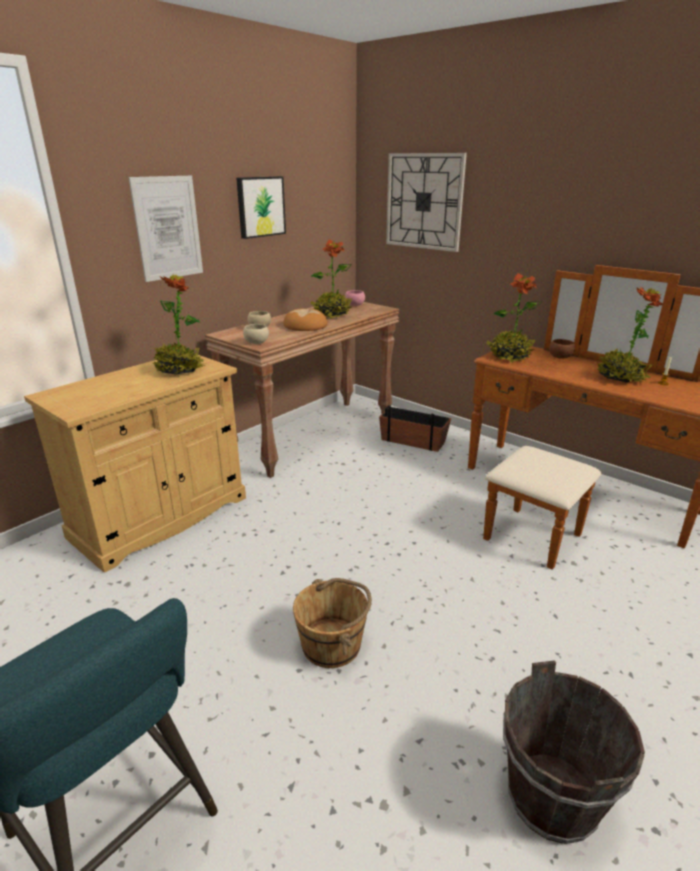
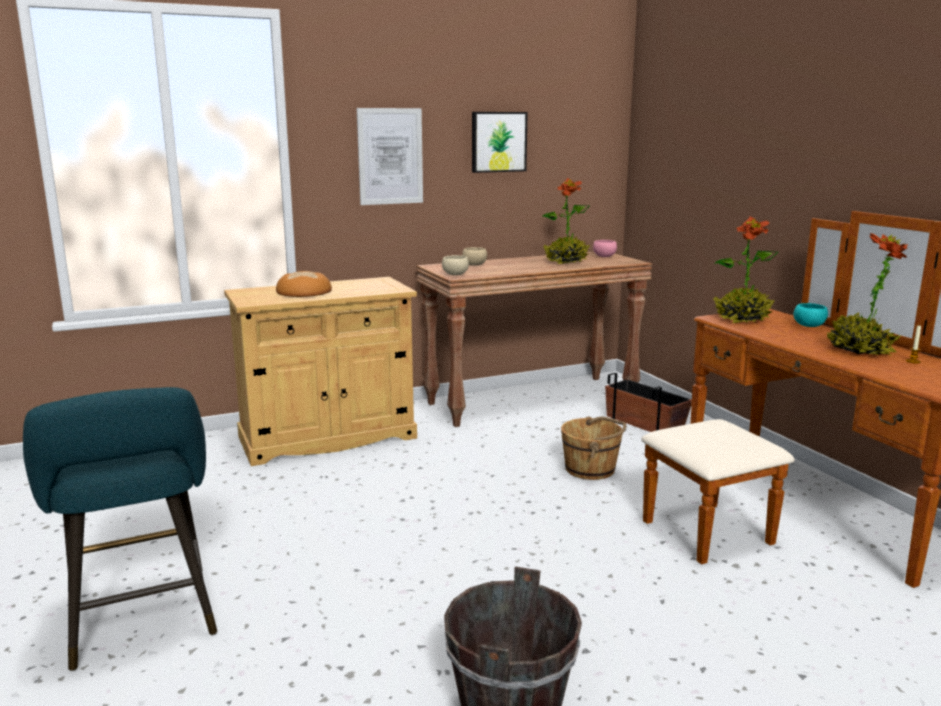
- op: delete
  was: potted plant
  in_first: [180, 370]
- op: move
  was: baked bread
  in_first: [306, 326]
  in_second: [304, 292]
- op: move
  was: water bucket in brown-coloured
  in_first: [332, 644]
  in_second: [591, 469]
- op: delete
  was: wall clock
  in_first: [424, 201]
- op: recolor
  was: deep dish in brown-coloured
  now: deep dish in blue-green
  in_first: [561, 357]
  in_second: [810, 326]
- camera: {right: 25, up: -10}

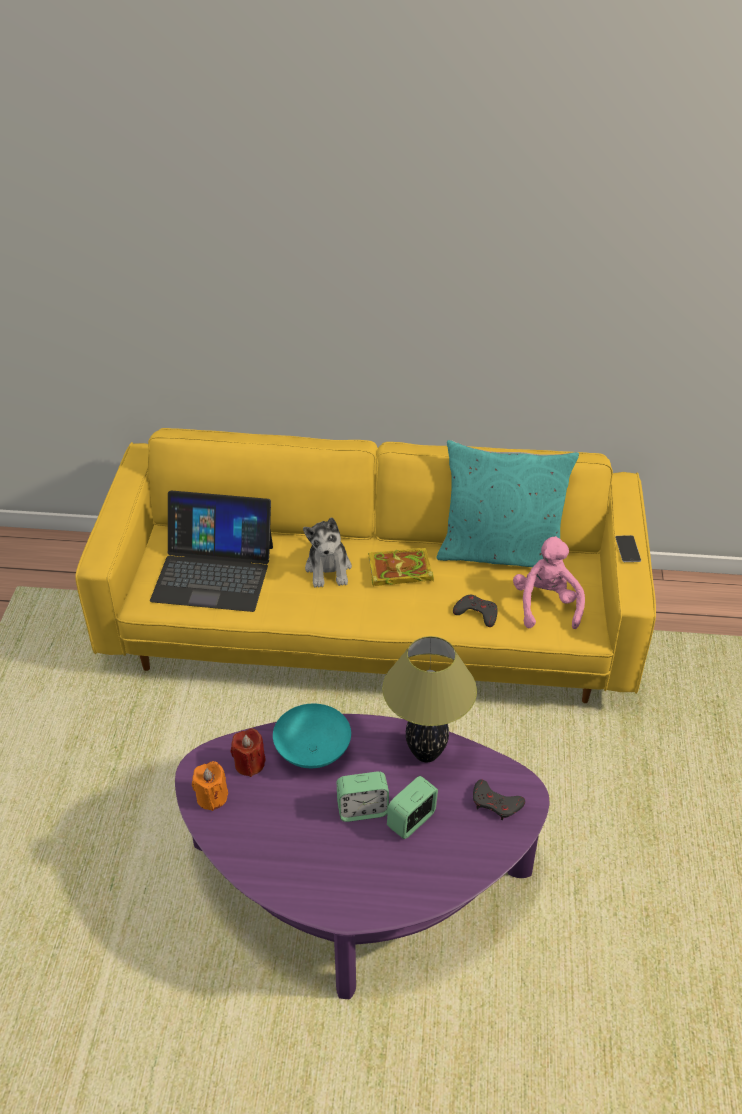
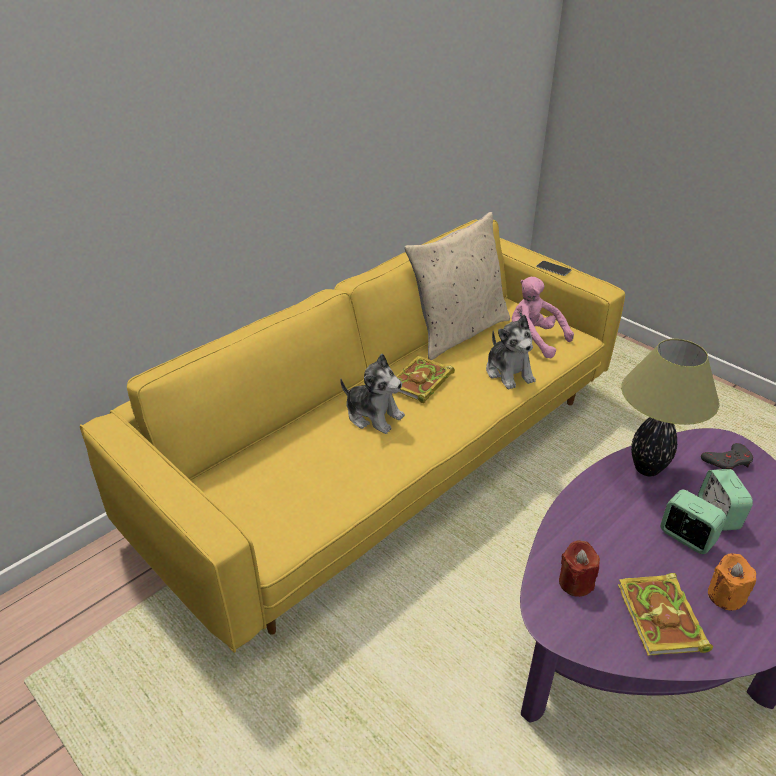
- op: delete
  was: laptop
  in_first: [213, 572]
- op: move
  was: wax light in orange
  in_first: [212, 797]
  in_second: [725, 596]
- op: delete
  was: deep dish in blue-green
  in_first: [311, 751]
- op: rotate
  was: alarm clock
  in_first: [362, 810]
  in_second: [686, 537]
  clockwise: -75
- op: recolor
  was: throw pillow in blue-green
  now: throw pillow in beige
  in_first: [501, 552]
  in_second: [457, 331]
- op: replace
  was: joypad in gray
  now: soft toy
  in_first: [476, 613]
  in_second: [509, 372]
- op: insert
  now: book
  in_second: [662, 619]
- camera: {right: -50, up: -5}

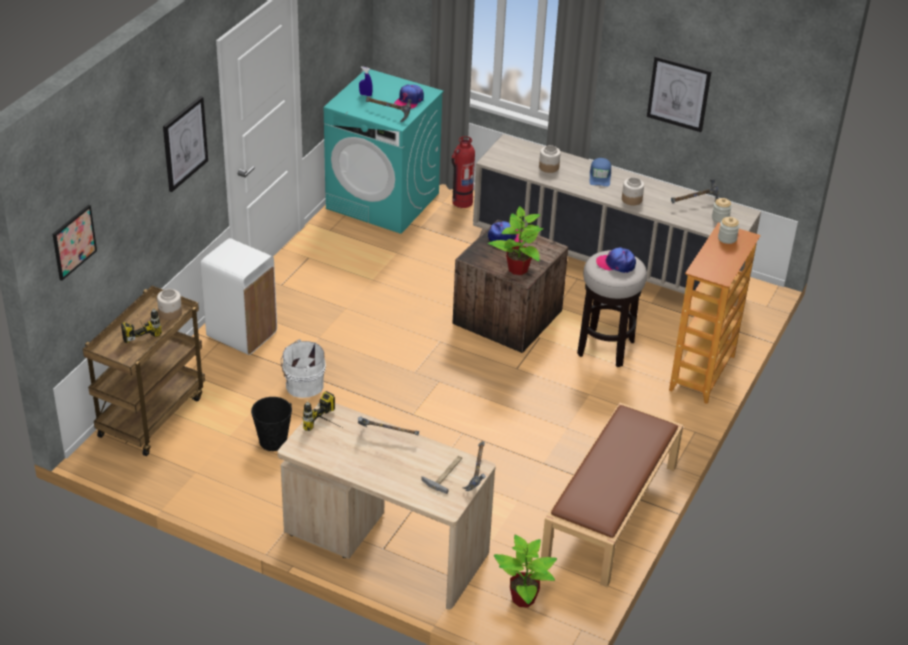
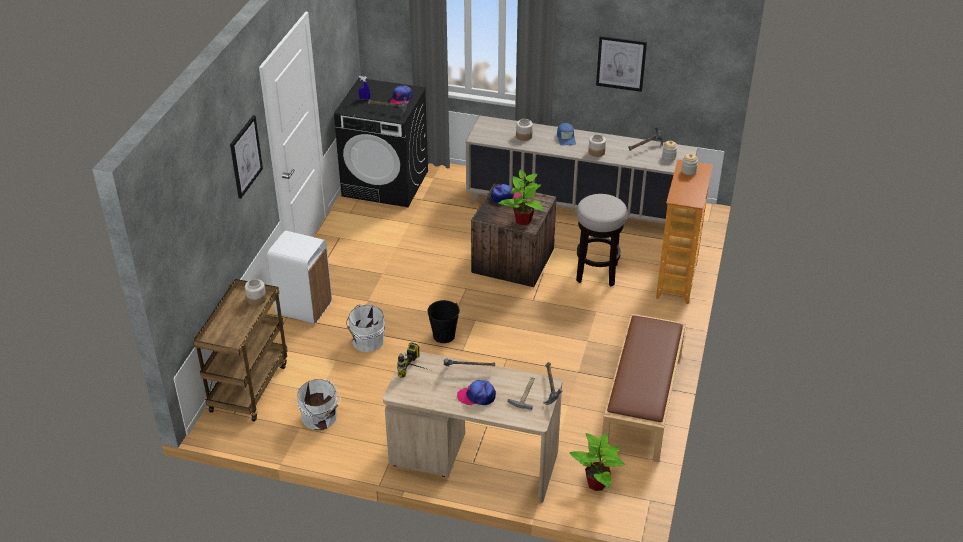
- op: delete
  was: wall picture
  in_first: [74, 242]
- op: delete
  was: drill
  in_first: [139, 330]
- op: move
  was: water bucket in black
  in_first: [273, 441]
  in_second: [443, 335]
- op: recolor
  was: washing machine in blue-green
  now: washing machine in black
  in_first: [383, 201]
  in_second: [386, 183]
- op: delete
  was: extinguisher
  in_first: [461, 202]
- op: move
  was: baseball cap
  in_first: [616, 264]
  in_second: [477, 396]
- op: insert
  now: water bucket in whitish
  in_second: [320, 418]
- camera: {right: -10, up: 0}

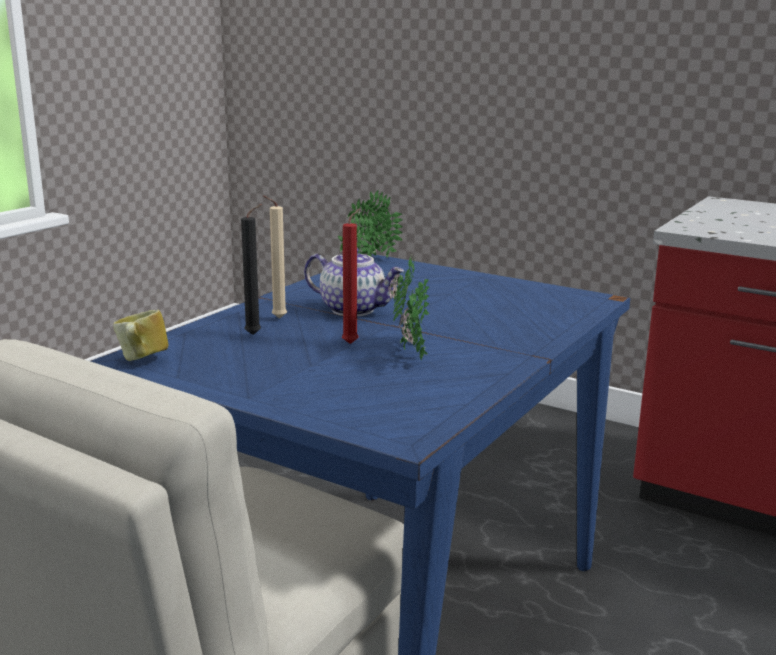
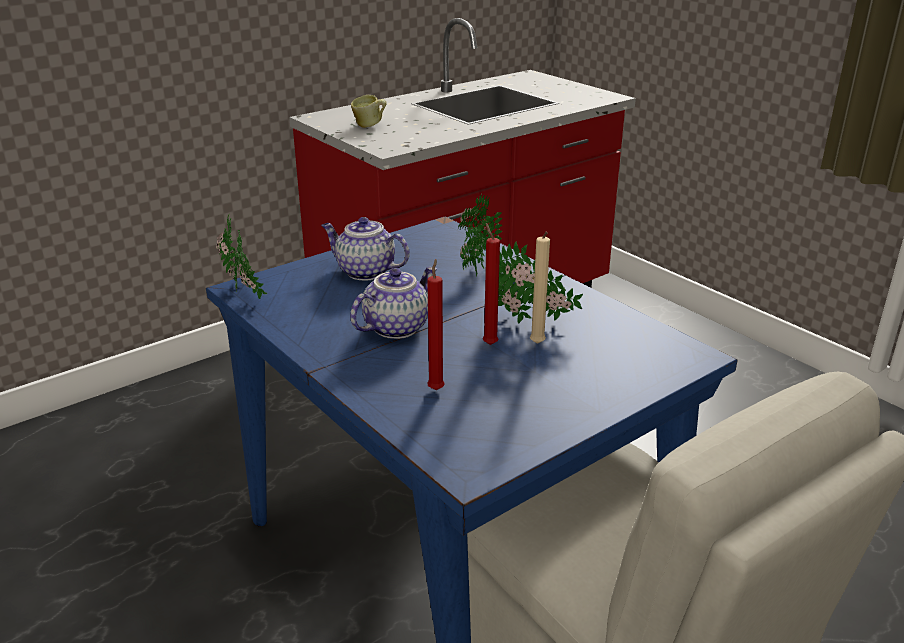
- op: move
  was: mug
  in_first: [140, 361]
  in_second: [370, 126]
- op: recolor
  was: wax light in black
  now: wax light in red
  in_first: [255, 334]
  in_second: [436, 388]
- op: move
  was: wax light in beige
  in_first: [276, 318]
  in_second: [537, 345]
- op: insert
  now: pot for tea
  in_second: [364, 271]
- op: insert
  now: potted plant
  in_second: [475, 271]
- camera: {right: -70, up: 10}

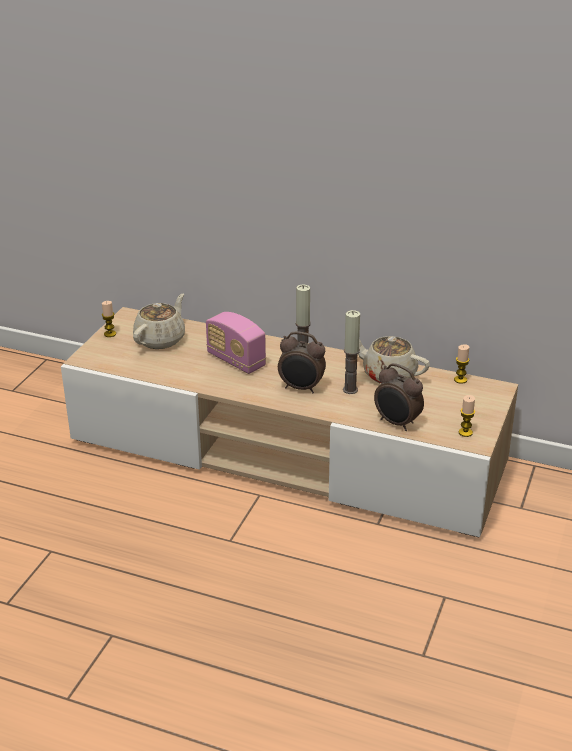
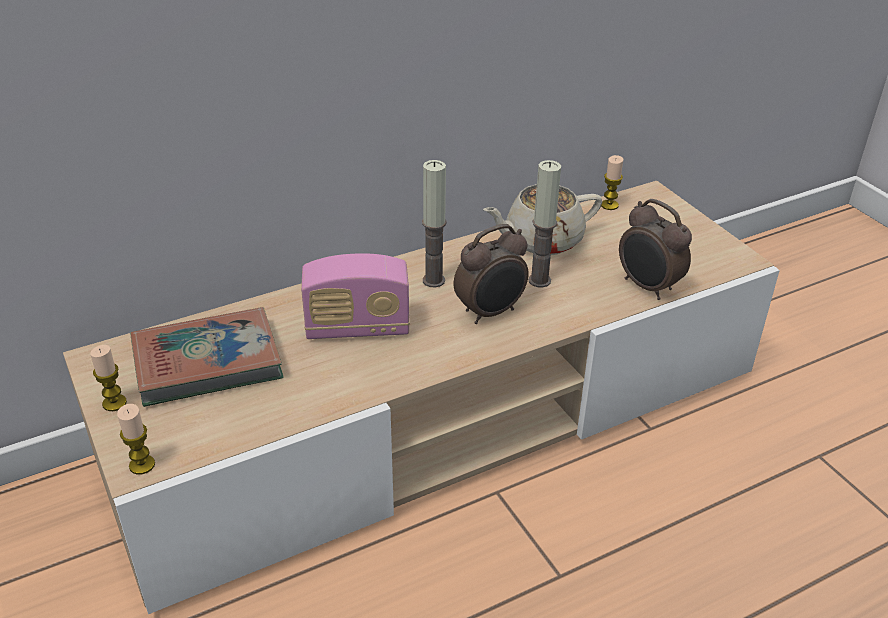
- op: replace
  was: pot for tea in beige
  now: book
  in_first: [161, 339]
  in_second: [207, 363]
- op: rotate
  was: alarm clock
  in_first: [397, 423]
  in_second: [647, 287]
  clockwise: 60
- op: move
  was: wax light
  in_first: [465, 432]
  in_second: [142, 465]
- camera: {right: -50, up: 5}

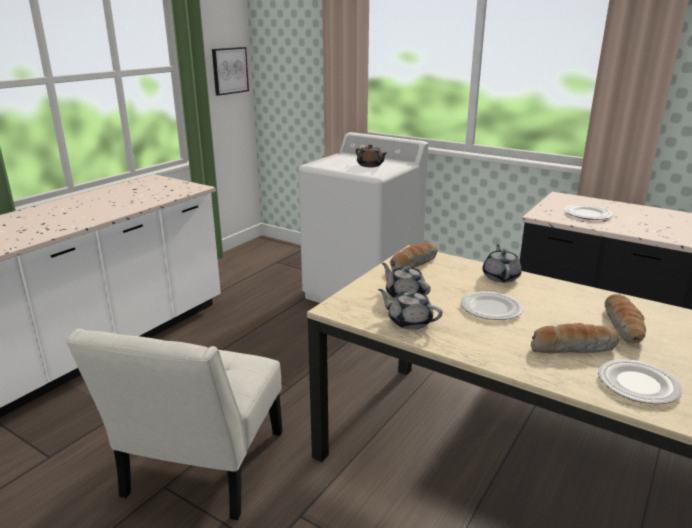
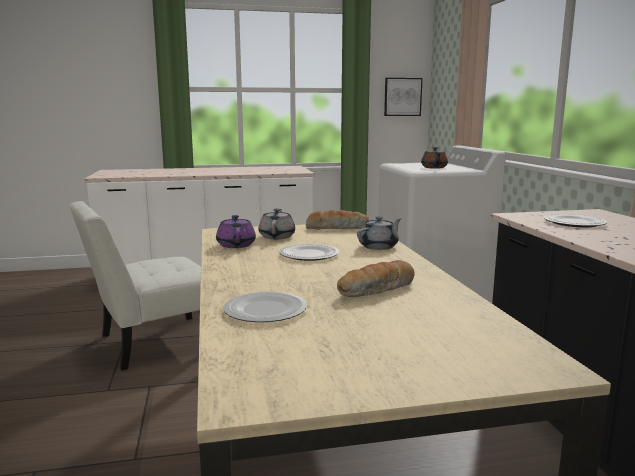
- op: recolor
  was: pot for tea in gray
  now: pot for tea in purple-coloured
  in_first: [409, 321]
  in_second: [236, 245]
- op: delete
  was: baked bread
  in_first: [572, 347]
- camera: {right: 45, up: -10}

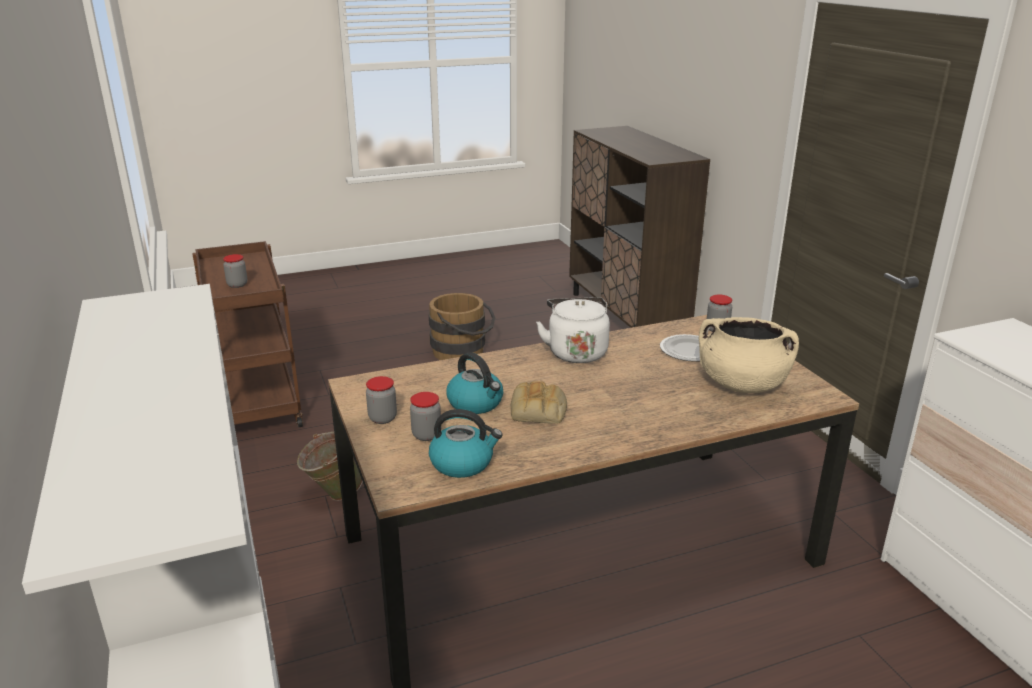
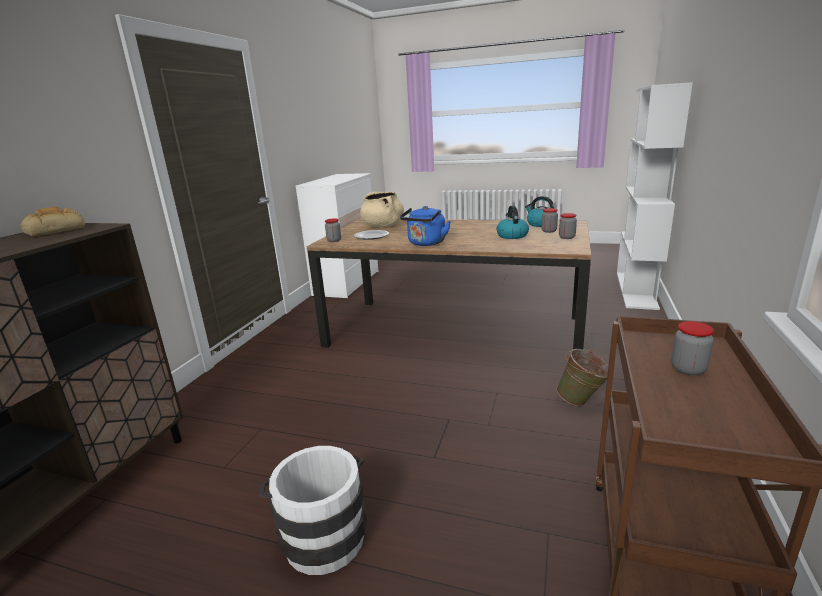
- op: recolor
  was: water bucket in brown-coloured
  now: water bucket in whitish
  in_first: [463, 352]
  in_second: [322, 533]
- op: move
  was: baked bread
  in_first: [539, 410]
  in_second: [56, 230]
- op: recolor
  was: kettle in whitish
  now: kettle in blue
  in_first: [576, 352]
  in_second: [426, 243]
- camera: {right: -140, up: -5}

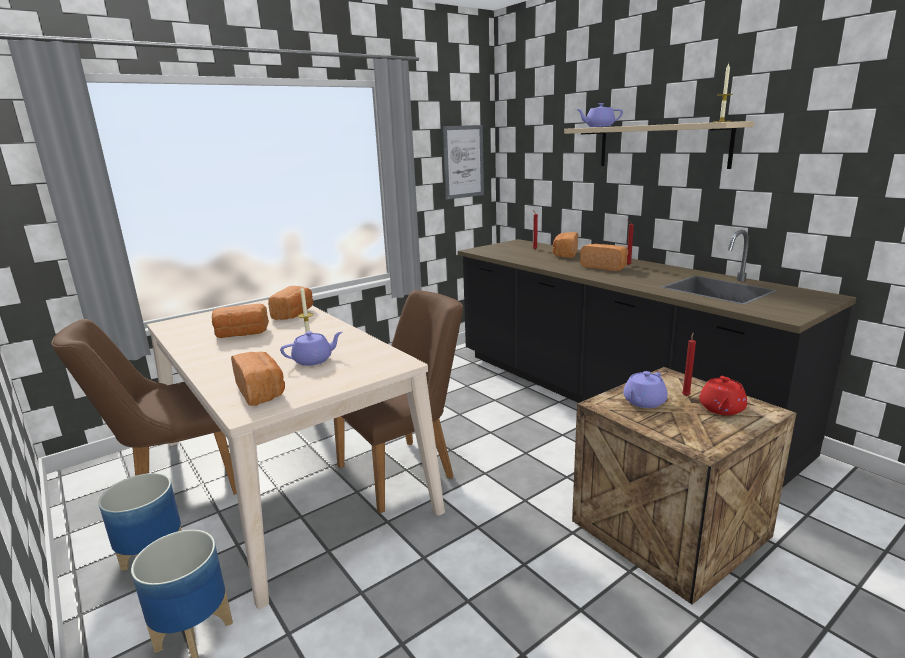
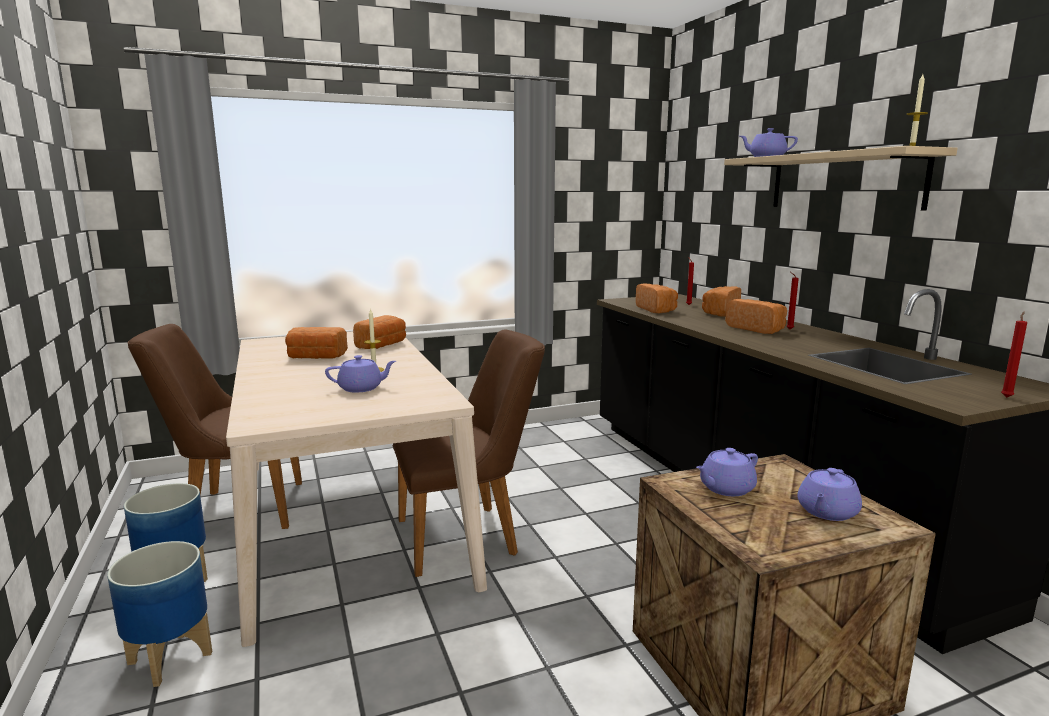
- op: move
  was: baked bread
  in_first: [261, 391]
  in_second: [657, 309]
- op: delete
  was: wall picture
  in_first: [463, 162]
- op: move
  was: wax light in red
  in_first: [686, 395]
  in_second: [1007, 397]
- op: recolor
  was: pot for tea in red
  now: pot for tea in purple-coloured
  in_first: [721, 409]
  in_second: [826, 512]
- camera: {right: 15, up: -5}

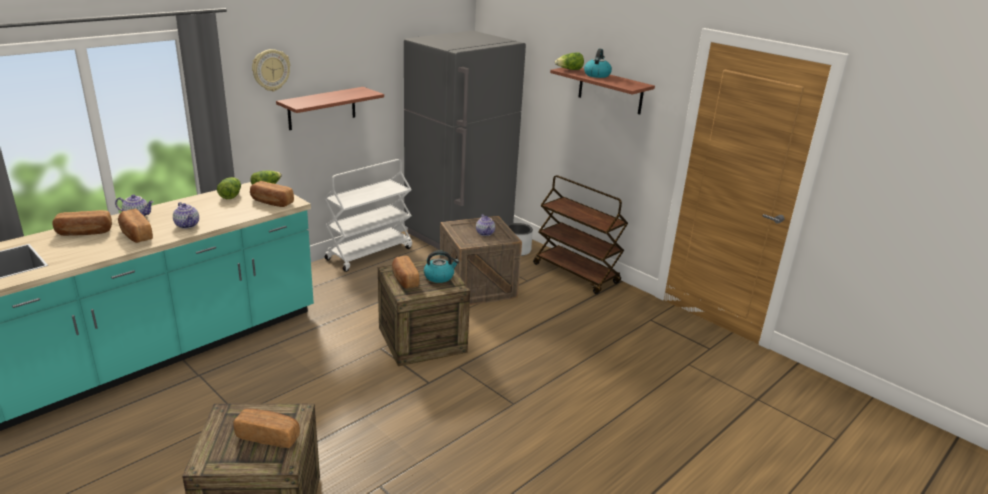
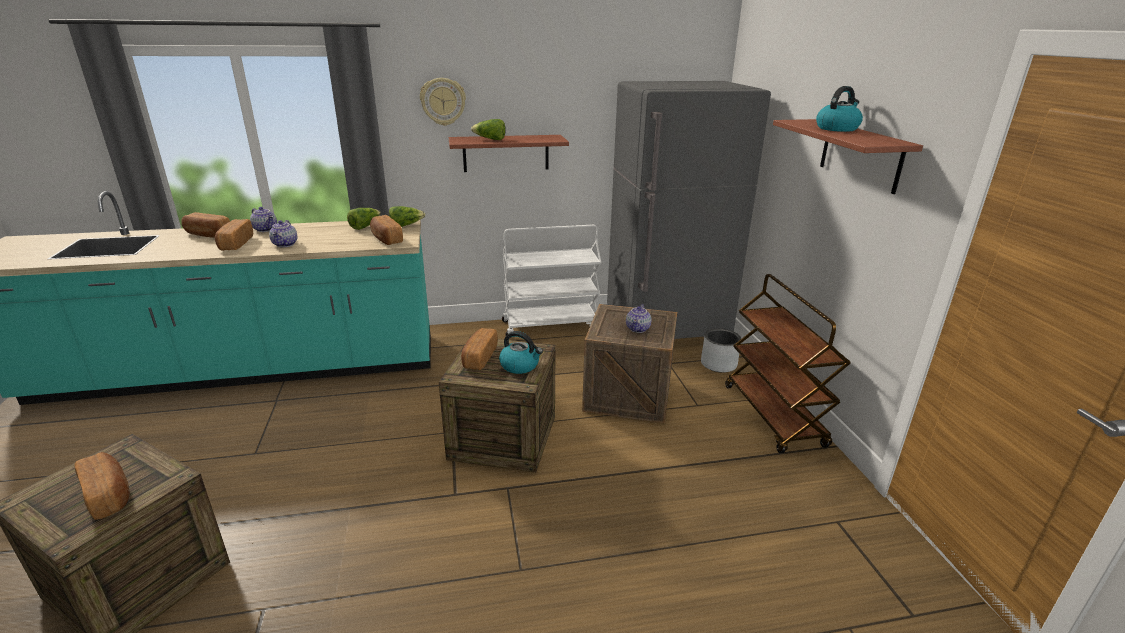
- op: move
  was: lettuce head
  in_first: [569, 70]
  in_second: [490, 139]
- camera: {right: 35, up: 0}

